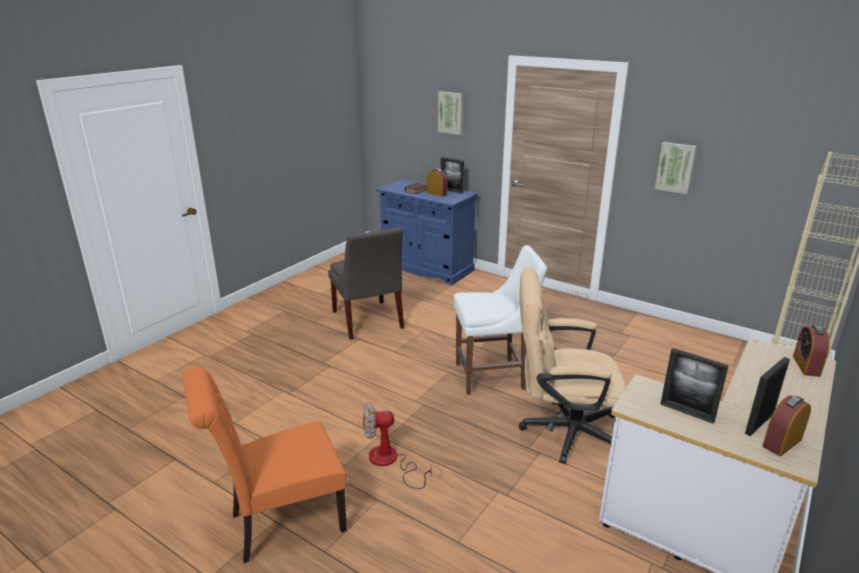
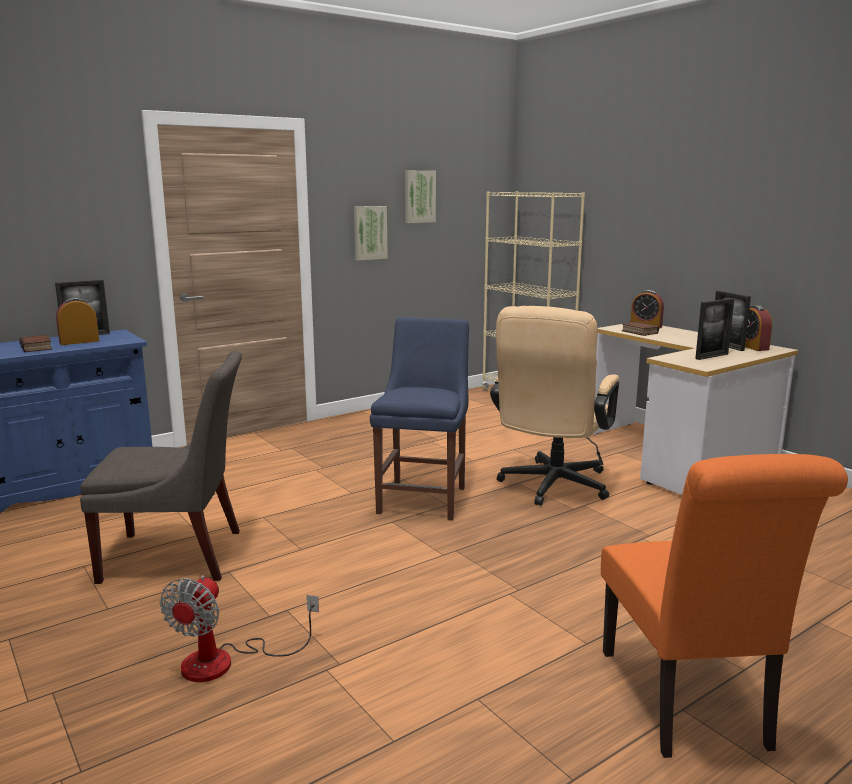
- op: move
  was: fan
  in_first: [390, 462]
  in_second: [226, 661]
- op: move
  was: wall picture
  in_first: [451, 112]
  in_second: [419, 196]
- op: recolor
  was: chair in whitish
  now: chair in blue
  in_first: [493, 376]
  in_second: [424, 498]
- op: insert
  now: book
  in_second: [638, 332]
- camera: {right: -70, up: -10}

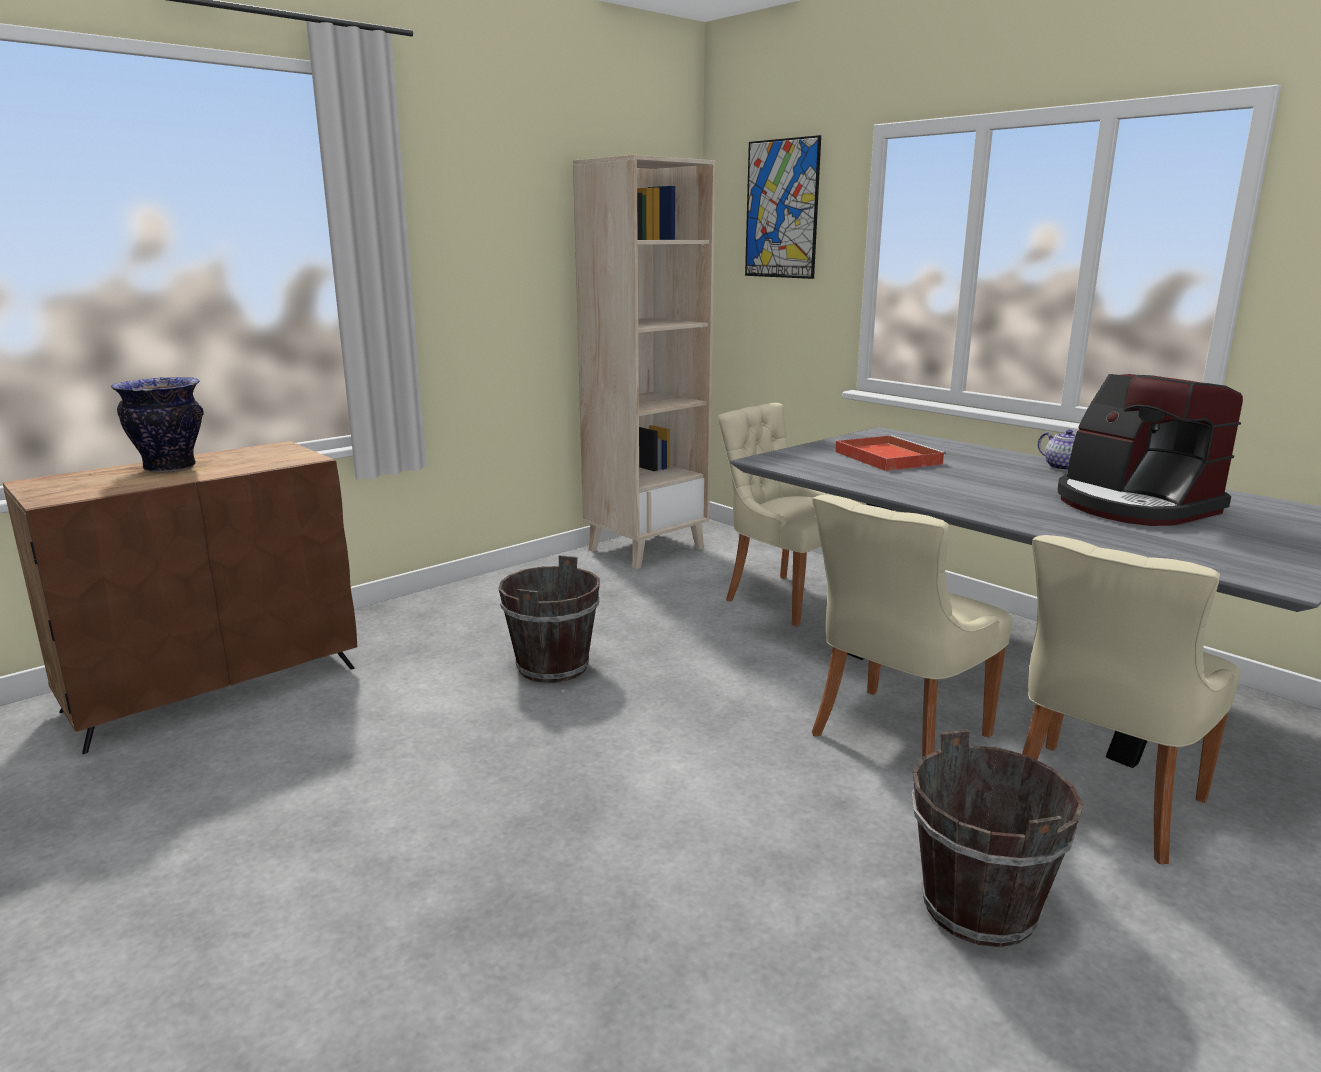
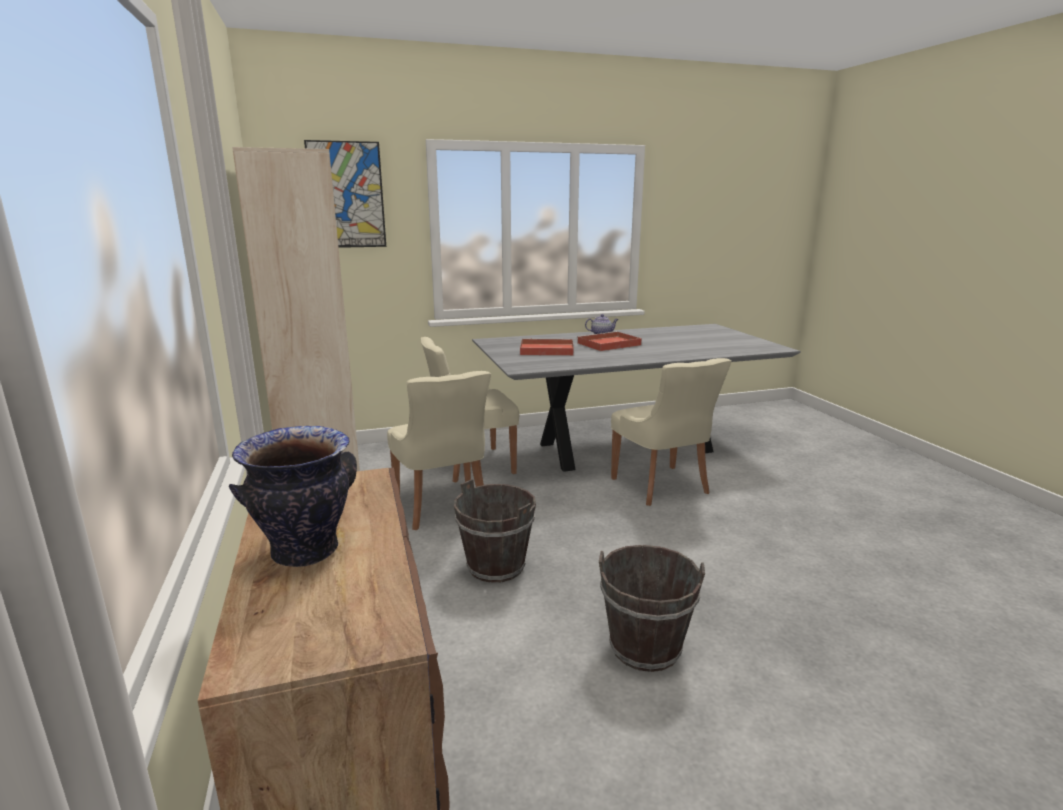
- op: move
  was: water bucket in brown-coloured
  in_first: [980, 908]
  in_second: [645, 647]
- op: move
  was: chair in beige
  in_first: [1100, 803]
  in_second: [443, 508]
- op: delete
  was: coffee brewer
  in_first: [1133, 505]
- op: insert
  now: tray in red
  in_second: [608, 344]
- camera: {right: -65, up: 0}

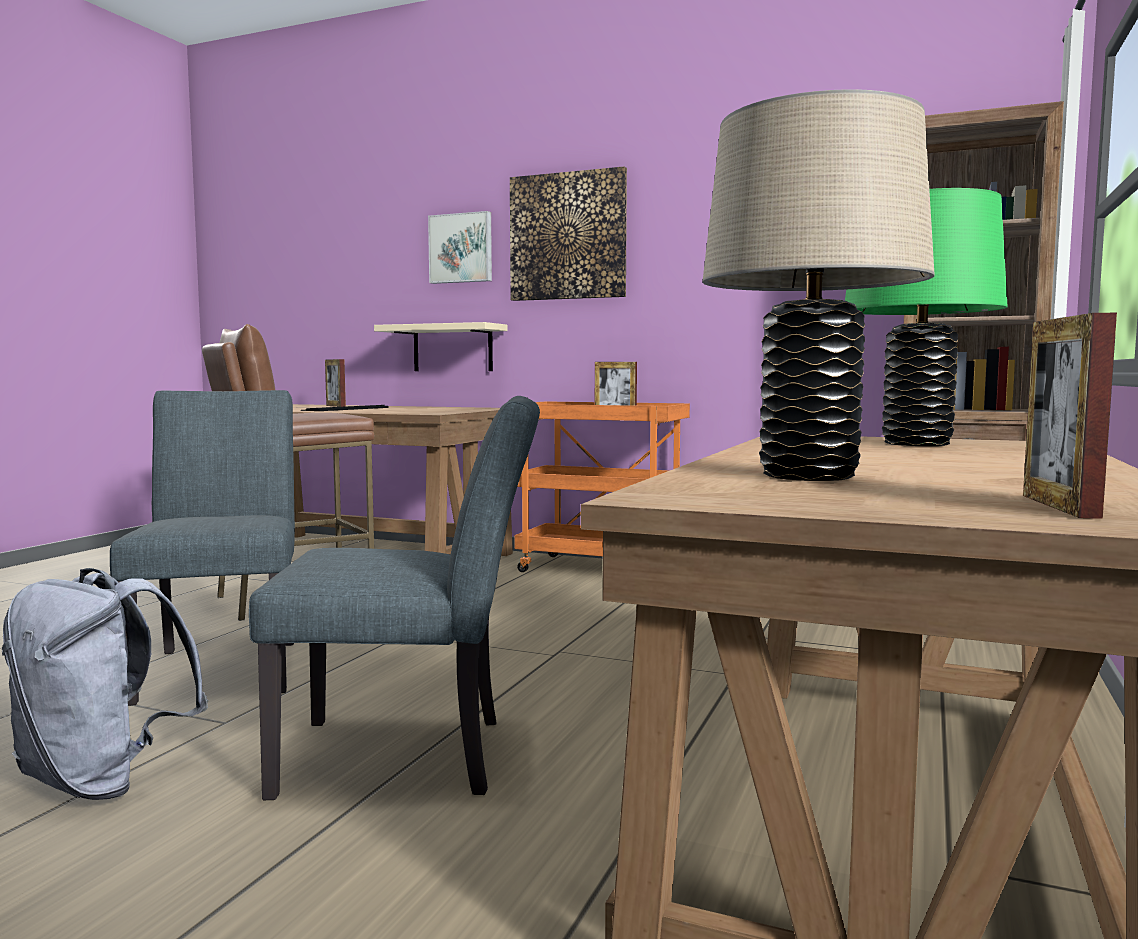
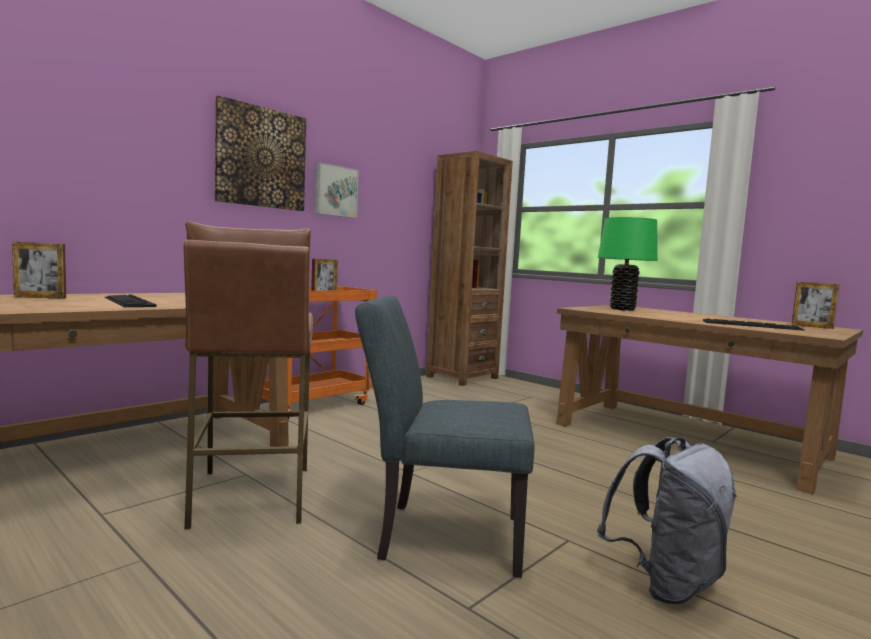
- op: delete
  was: chair in gray
  in_first: [413, 756]
- op: delete
  was: shelf in beige
  in_first: [452, 348]
- op: move
  was: wall picture
  in_first: [461, 248]
  in_second: [335, 191]
- op: replace
  was: table lamp in beige
  now: keyboard
  in_first: [808, 476]
  in_second: [751, 325]
- camera: {right: -70, up: 0}

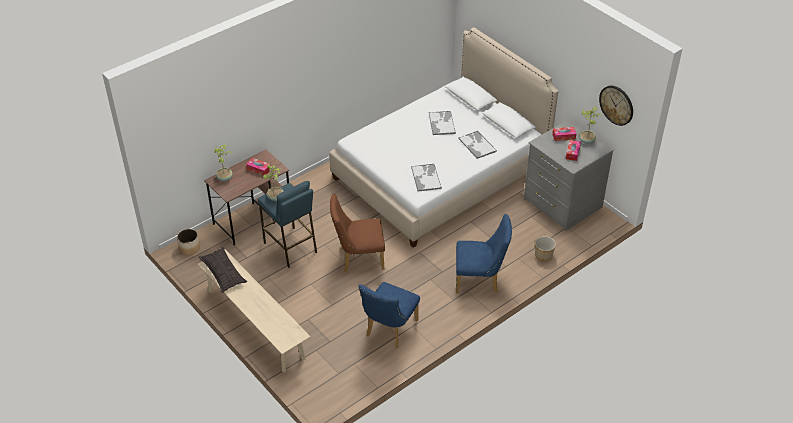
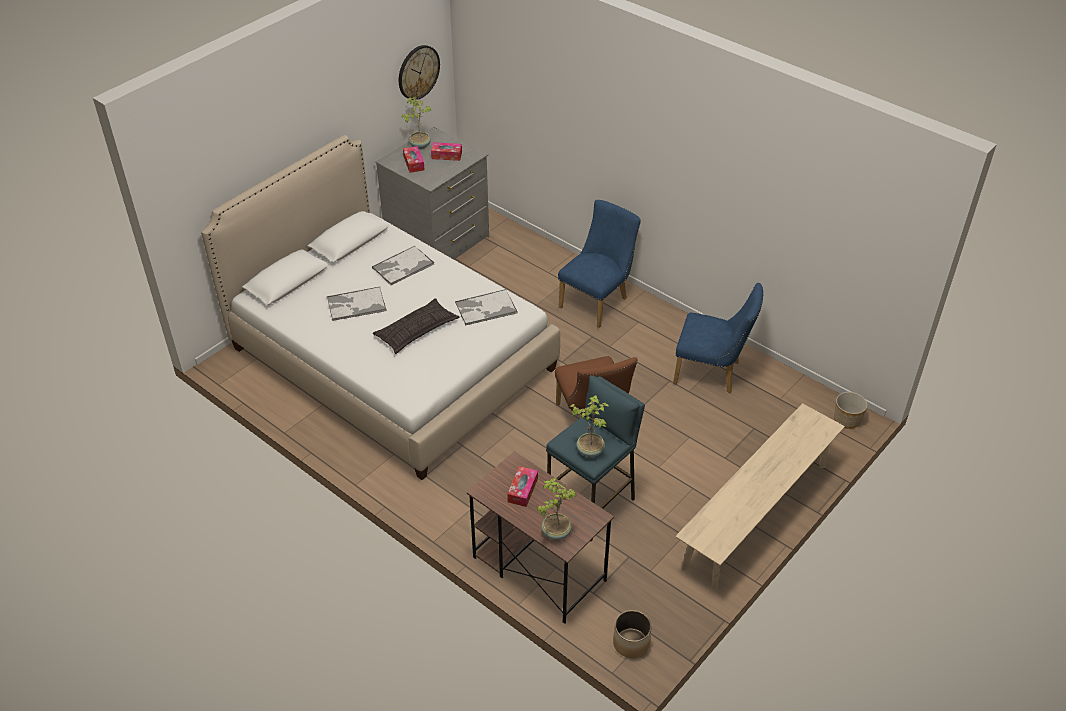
- op: move
  was: throw pillow
  in_first: [223, 273]
  in_second: [416, 330]
- op: rotate
  was: chair in blue
  in_first: [480, 280]
  in_second: [597, 301]
  clockwise: 45
- op: move
  was: flower pot
  in_first: [544, 255]
  in_second: [847, 419]
- camera: {right: -100, up: 0}

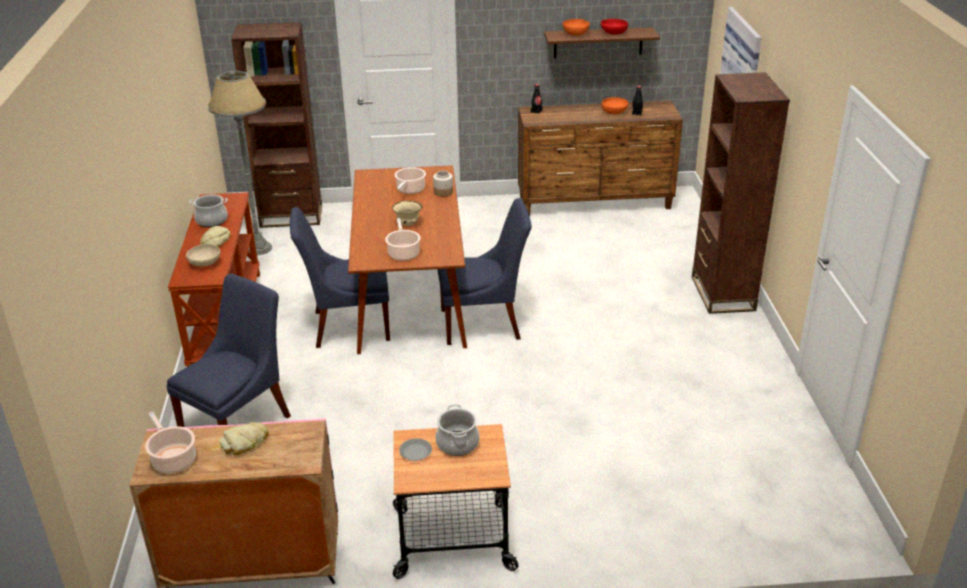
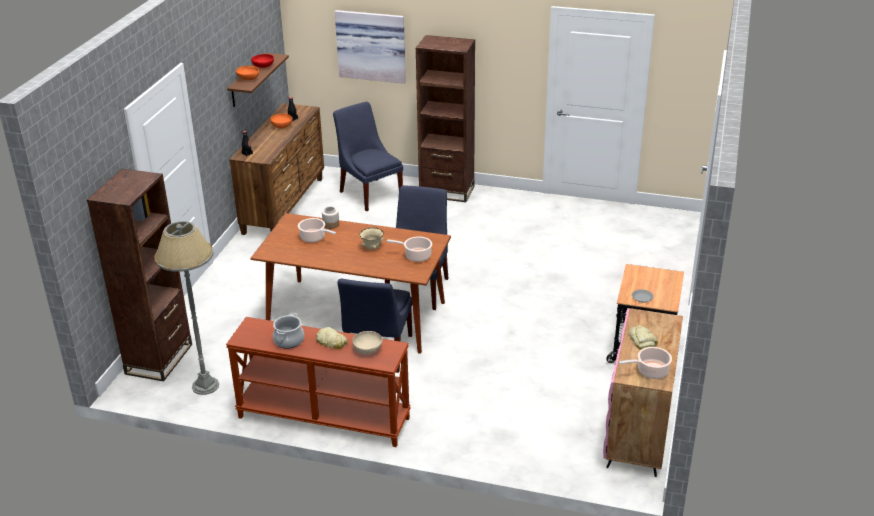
- op: move
  was: chair in blue
  in_first: [239, 422]
  in_second: [370, 193]
- op: delete
  was: cooking pot
  in_first: [458, 444]
- camera: {right: -70, up: 0}

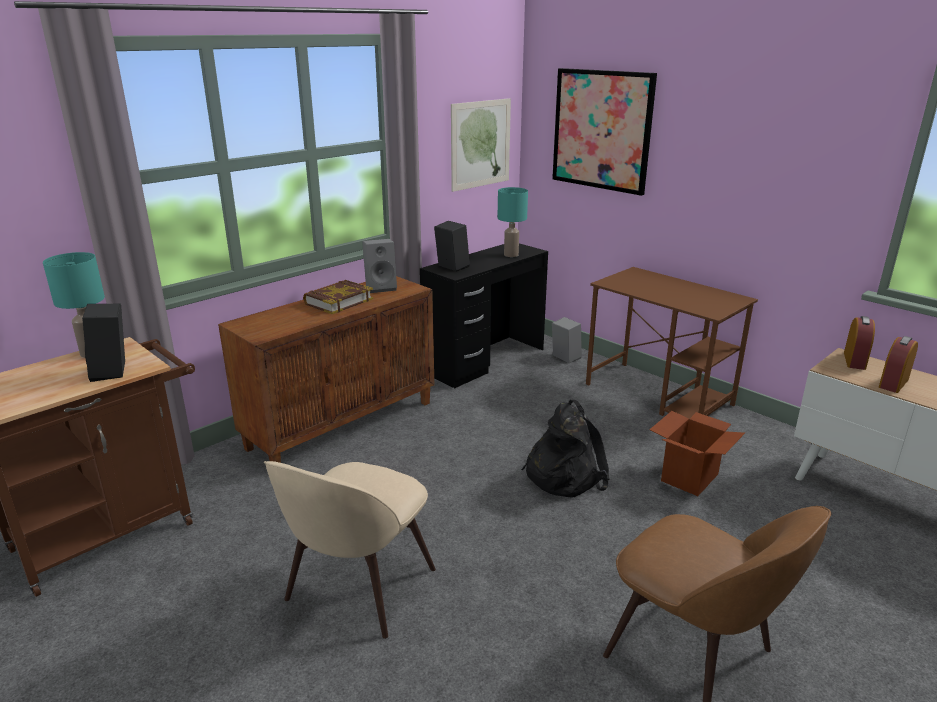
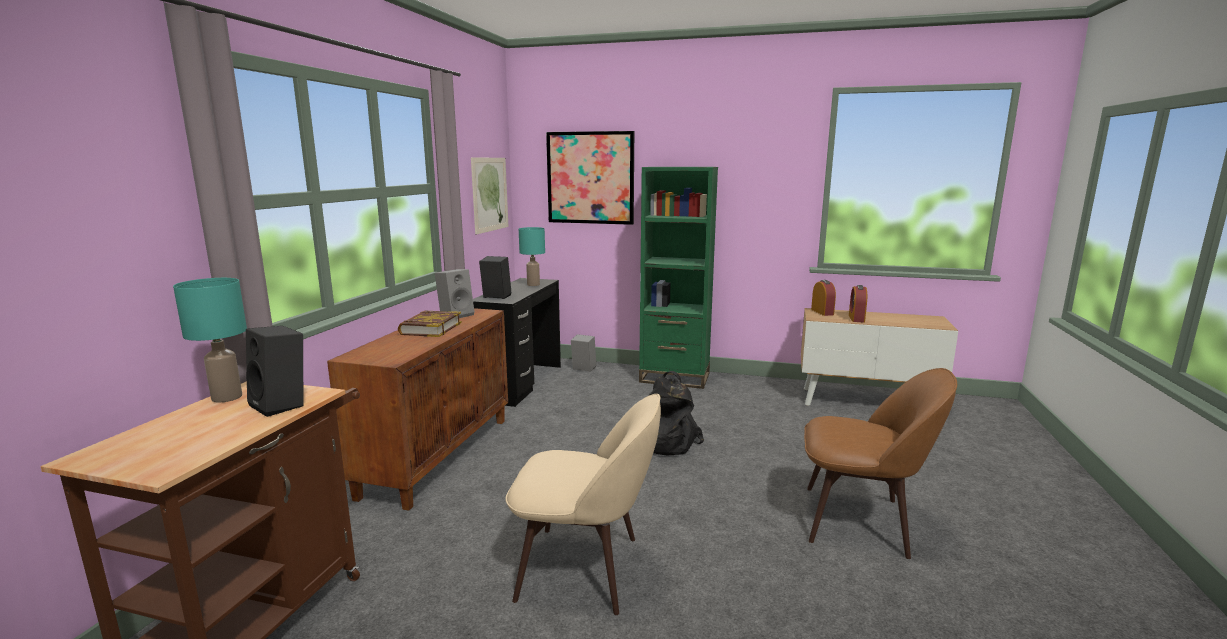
- op: rotate
  was: chair in beige
  in_first: [358, 588]
  in_second: [585, 569]
  clockwise: -75
- op: replace
  was: desk unit in brown-coloured
  now: bookshelf in greenish
  in_first: [659, 395]
  in_second: [674, 378]
- op: delete
  was: cardboard box
  in_first: [689, 477]
- camera: {right: -30, up: -10}

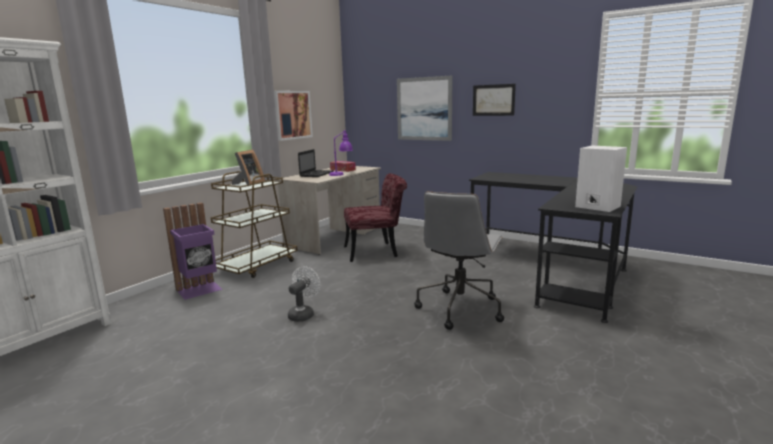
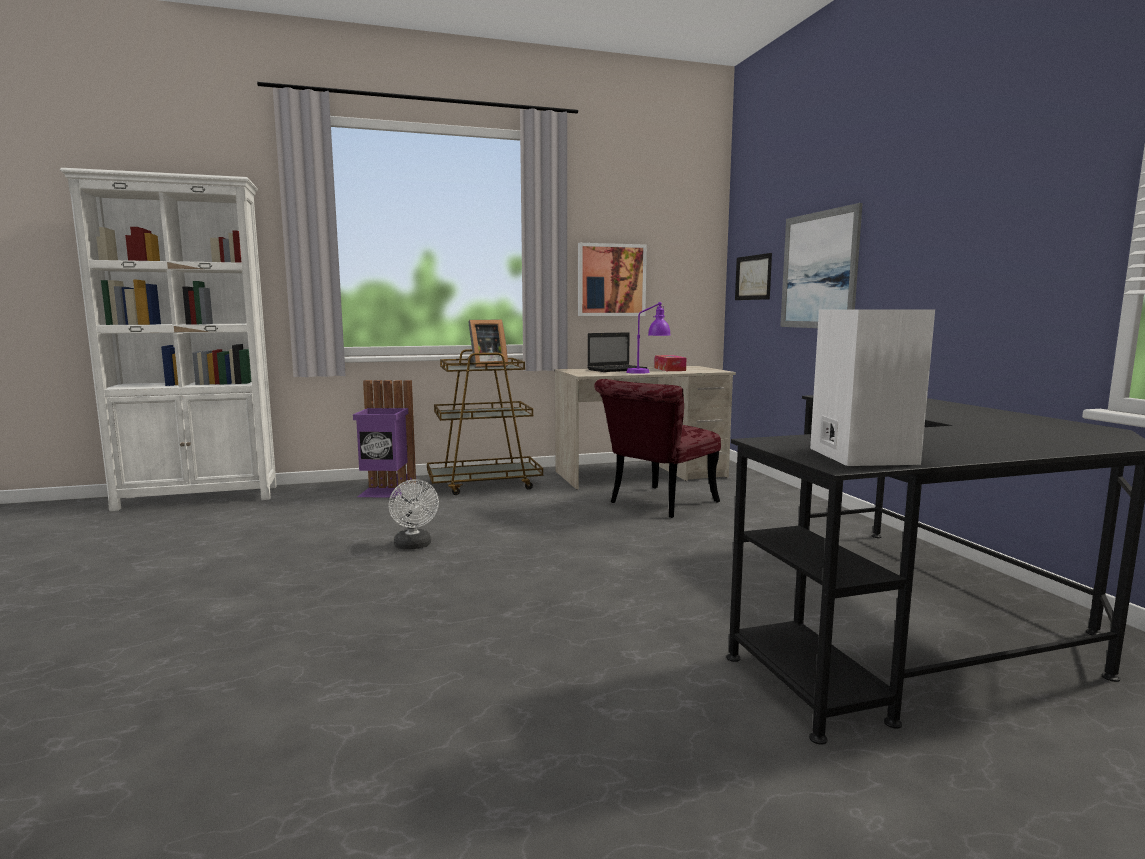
- op: rotate
  was: fan in whitish
  in_first: [303, 314]
  in_second: [414, 546]
  clockwise: 90
- op: rotate
  was: chair in red
  in_first: [377, 251]
  in_second: [656, 504]
  clockwise: 105
- op: delete
  was: office chair in gray
  in_first: [460, 308]
- op: move
  was: wall picture
  in_first: [493, 100]
  in_second: [753, 277]
- camera: {right: 40, up: -5}

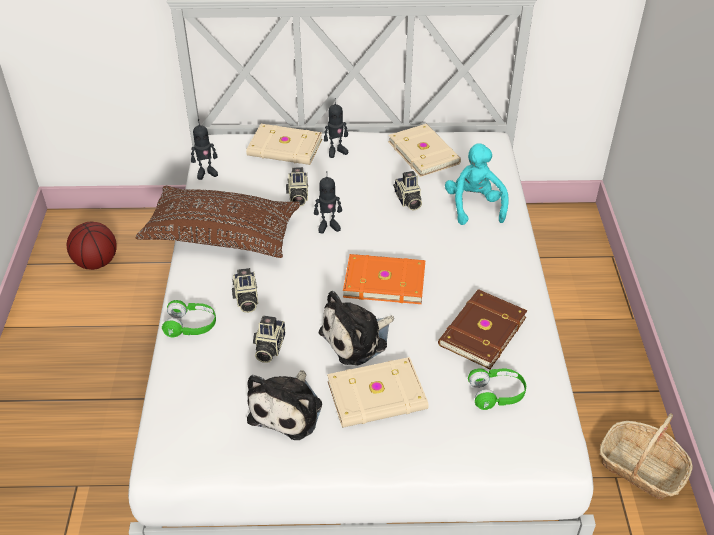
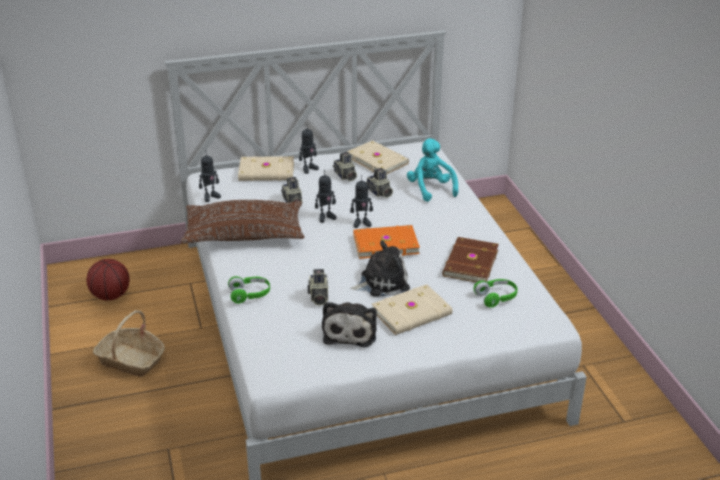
- op: move
  was: still camera
  in_first: [246, 299]
  in_second: [345, 176]
- op: rotate
  was: soft toy
  in_first: [357, 338]
  in_second: [381, 282]
  clockwise: -150
- op: move
  was: storage basket
  in_first: [641, 468]
  in_second: [131, 360]
- op: insert
  now: robot figure
  in_second: [361, 223]
- camera: {right: -15, up: -10}

